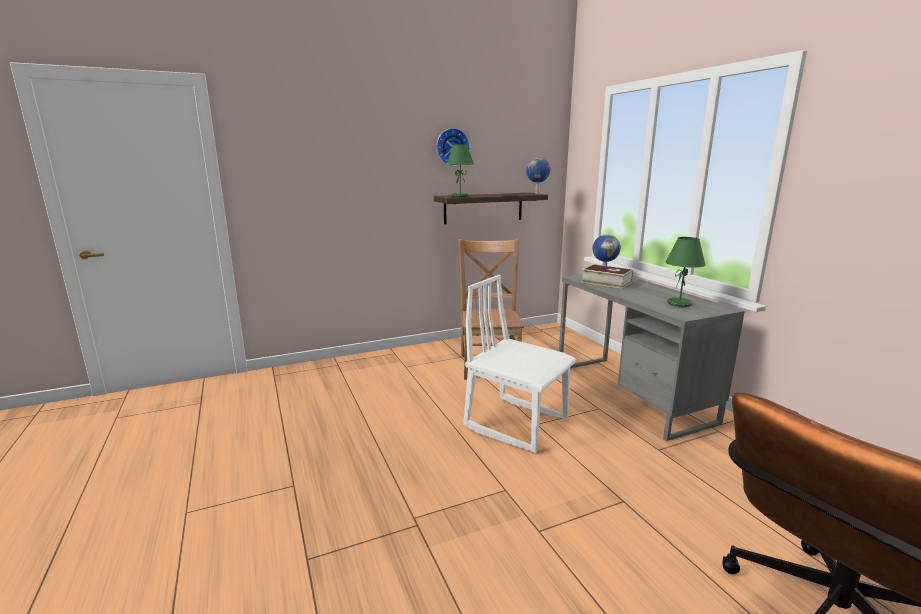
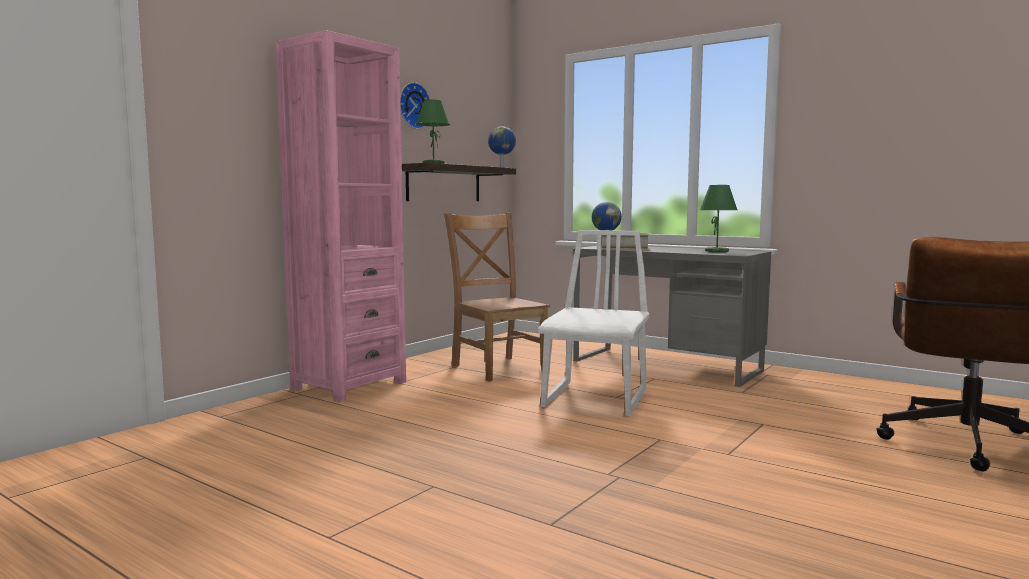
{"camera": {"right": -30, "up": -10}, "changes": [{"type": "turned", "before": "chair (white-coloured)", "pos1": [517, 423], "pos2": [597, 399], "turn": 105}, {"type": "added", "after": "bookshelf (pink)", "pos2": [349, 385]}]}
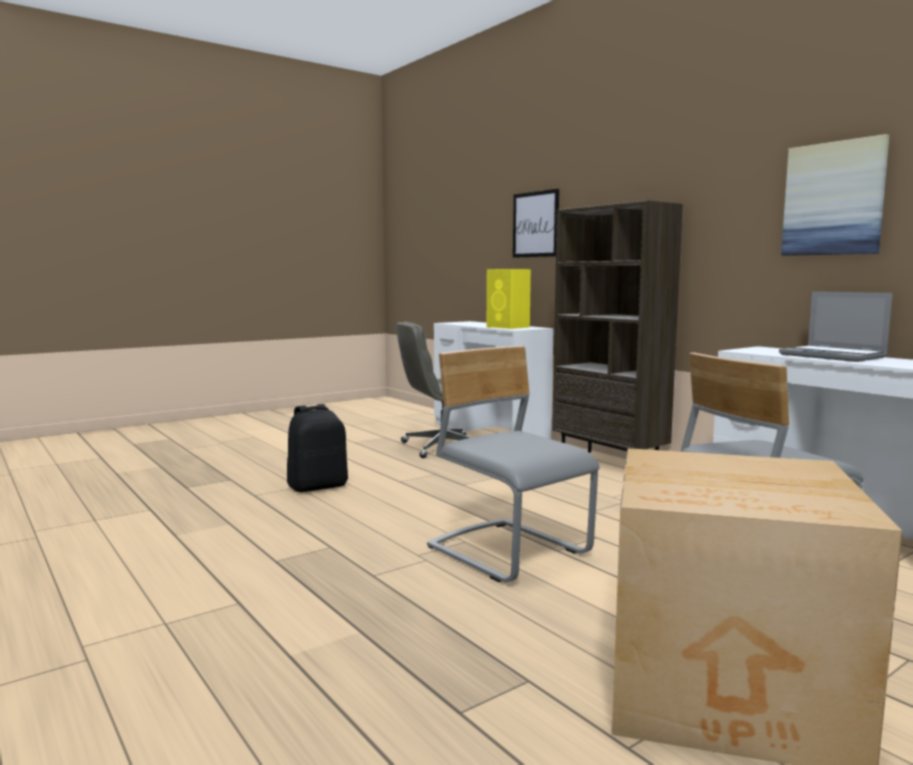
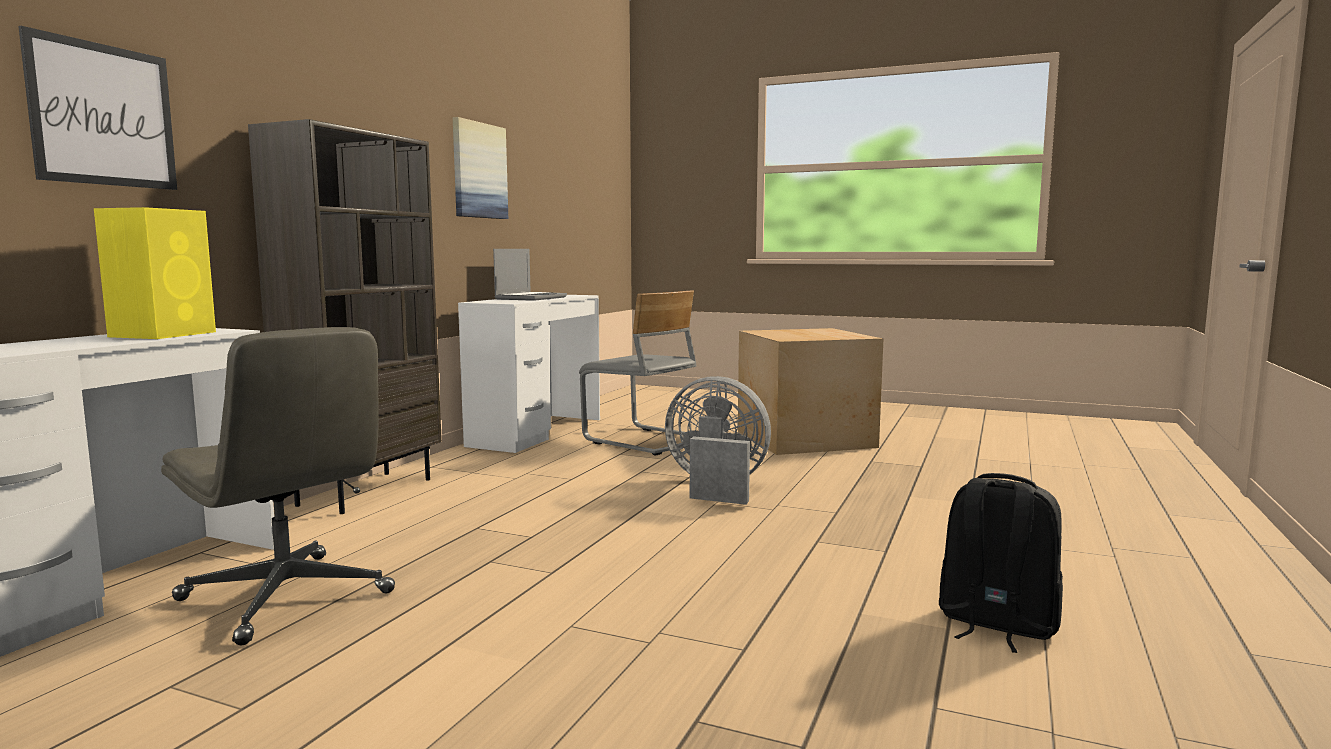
{"camera": {"right": -120, "up": 0}, "changes": [{"type": "replaced", "before": "chair (greyish)", "after": "cooling fan (greyish)", "pos1": [509, 552], "pos2": [716, 487]}, {"type": "moved", "before": "backpack (black)", "pos1": [318, 486], "pos2": [995, 624]}]}
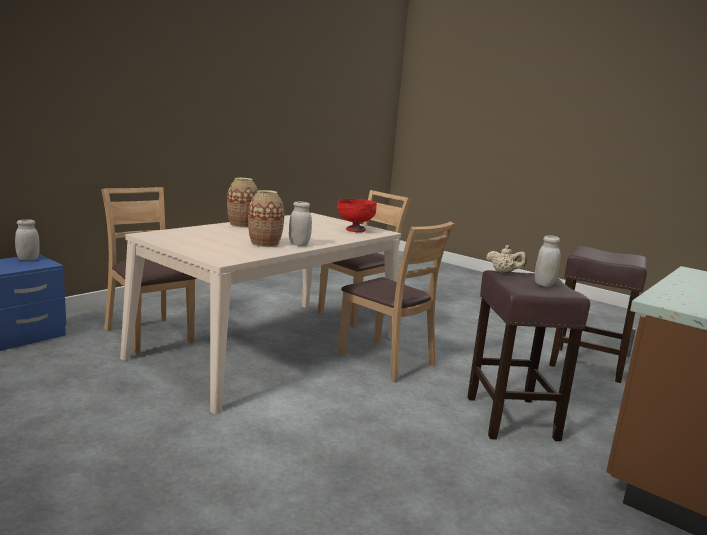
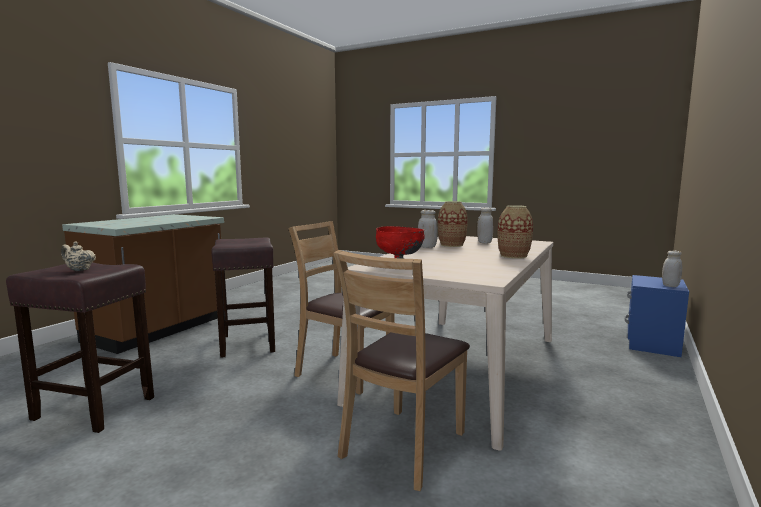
{"camera": {"right": 170, "up": -5}, "changes": [{"type": "removed", "before": "chair (brown-coloured)", "pos1": [149, 335]}, {"type": "moved", "before": "jar (white-coloured)", "pos1": [544, 284], "pos2": [484, 242]}, {"type": "moved", "before": "pot for tea (beige)", "pos1": [504, 272], "pos2": [78, 270]}]}
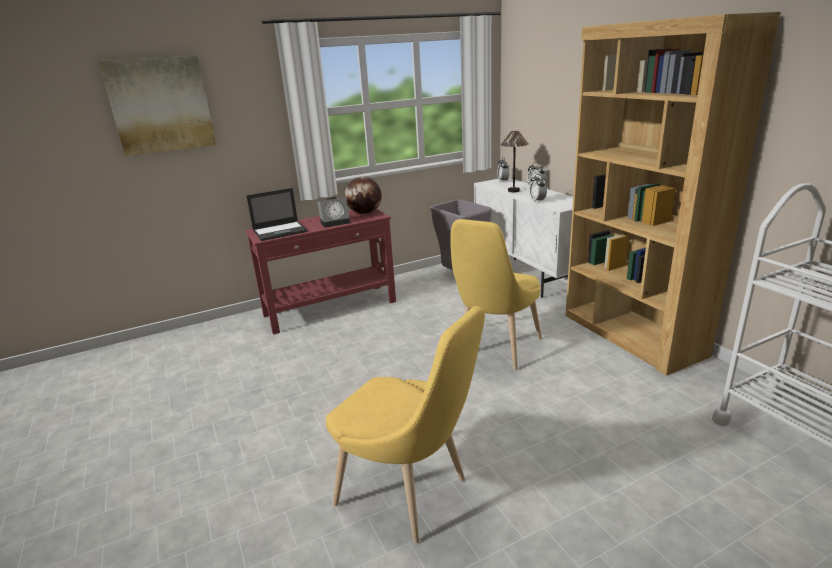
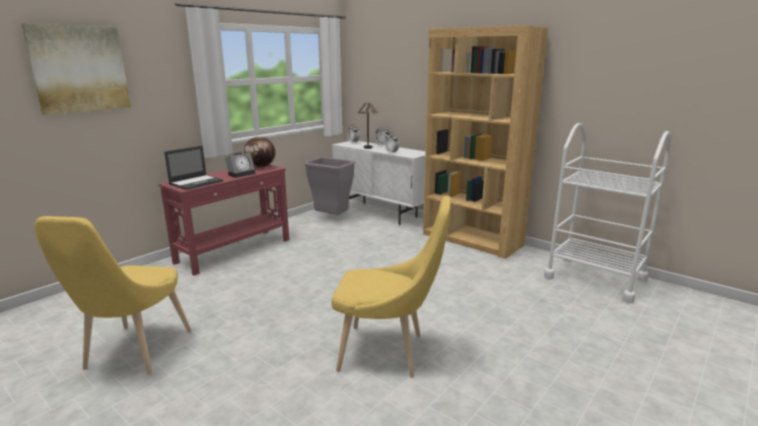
{"camera": {"right": -25, "up": -5}, "changes": [{"type": "moved", "before": "chair (yellow)", "pos1": [495, 350], "pos2": [134, 354]}]}
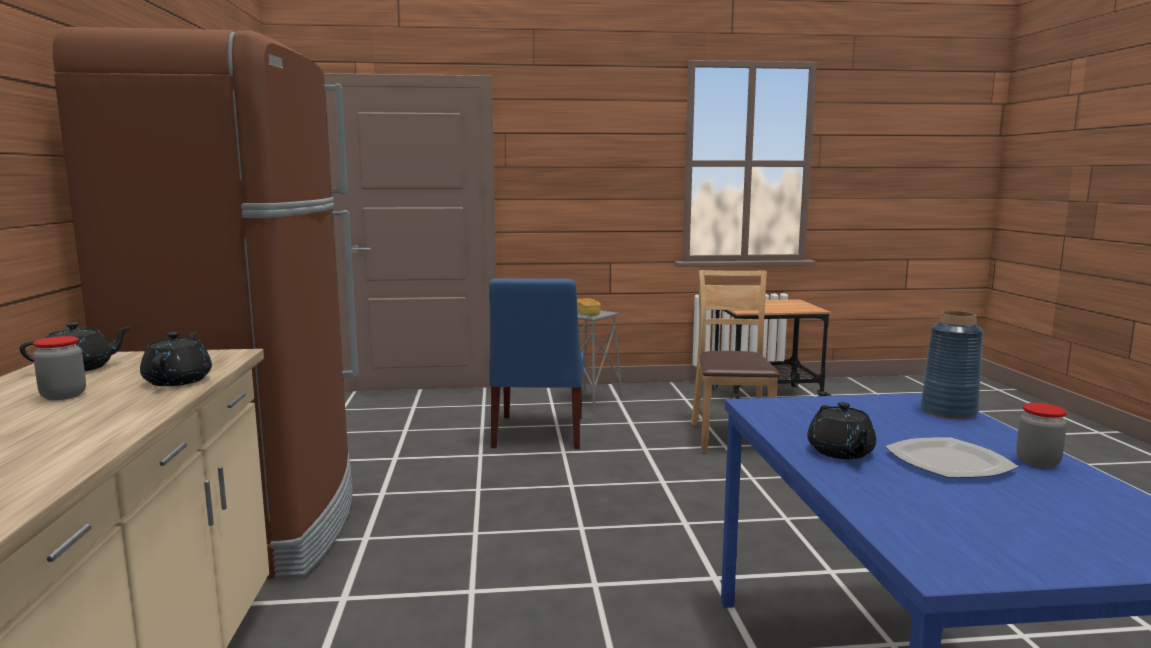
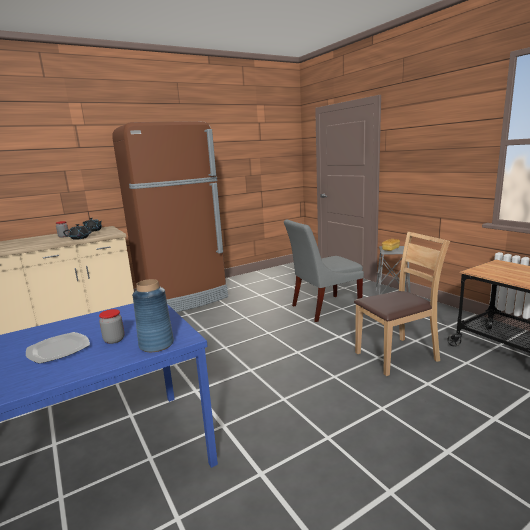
{"camera": {"right": 65, "up": 5}, "changes": [{"type": "recoloured", "before": "chair (bluish)", "after": "chair (greyish)", "pos1": [537, 434], "pos2": [323, 308]}, {"type": "removed", "before": "pot for tea (black)", "pos1": [840, 452]}, {"type": "moved", "before": "jar", "pos1": [1037, 462], "pos2": [114, 340]}]}
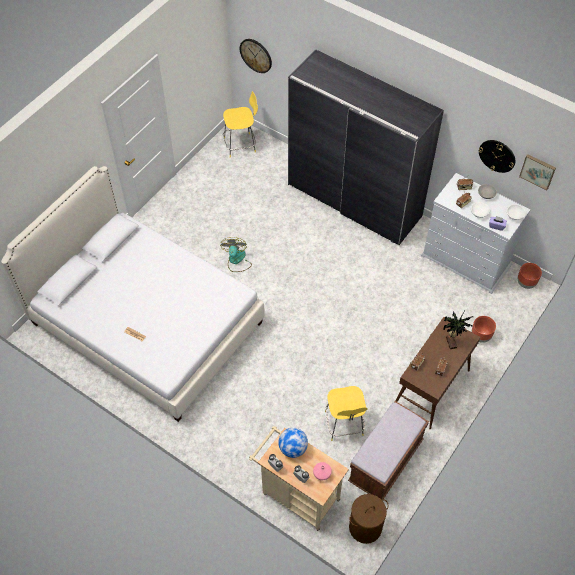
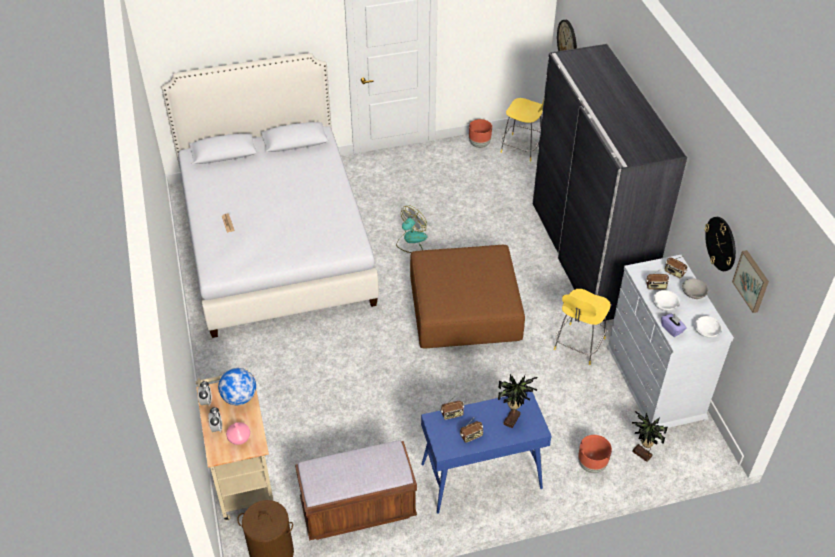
{"camera": {"right": 40, "up": -10}, "changes": [{"type": "moved", "before": "planter (brown-coloured)", "pos1": [526, 283], "pos2": [479, 144]}, {"type": "recoloured", "before": "hall table (brown-coloured)", "after": "hall table (bluish)", "pos1": [431, 389], "pos2": [480, 477]}, {"type": "moved", "before": "chair (yellow)", "pos1": [344, 425], "pos2": [578, 345]}, {"type": "added", "after": "footrest (brown-coloured)", "pos2": [464, 310]}, {"type": "added", "after": "plant in a pot", "pos2": [641, 455]}]}
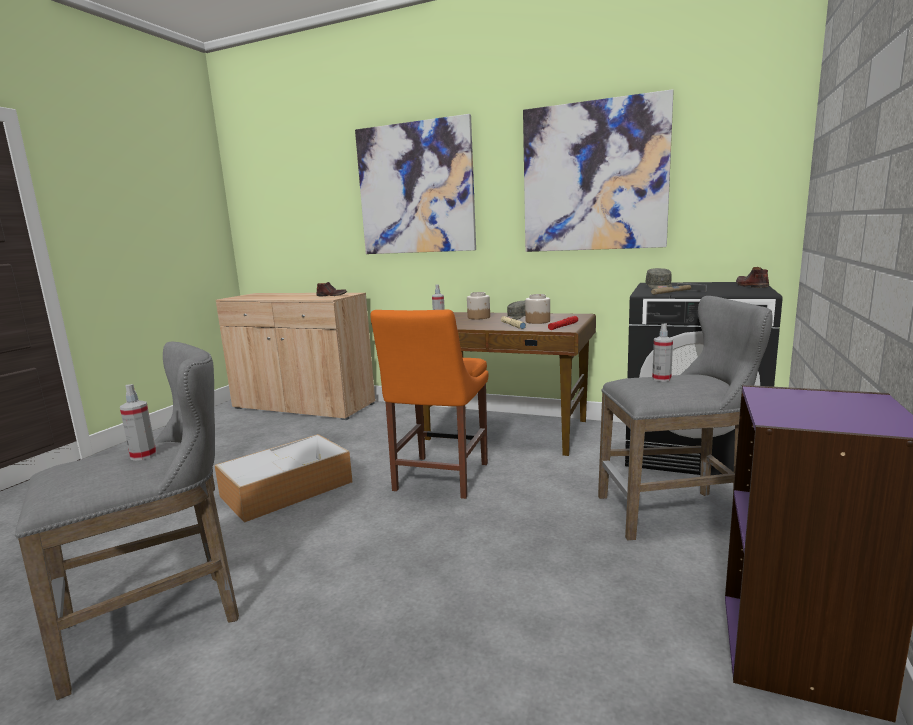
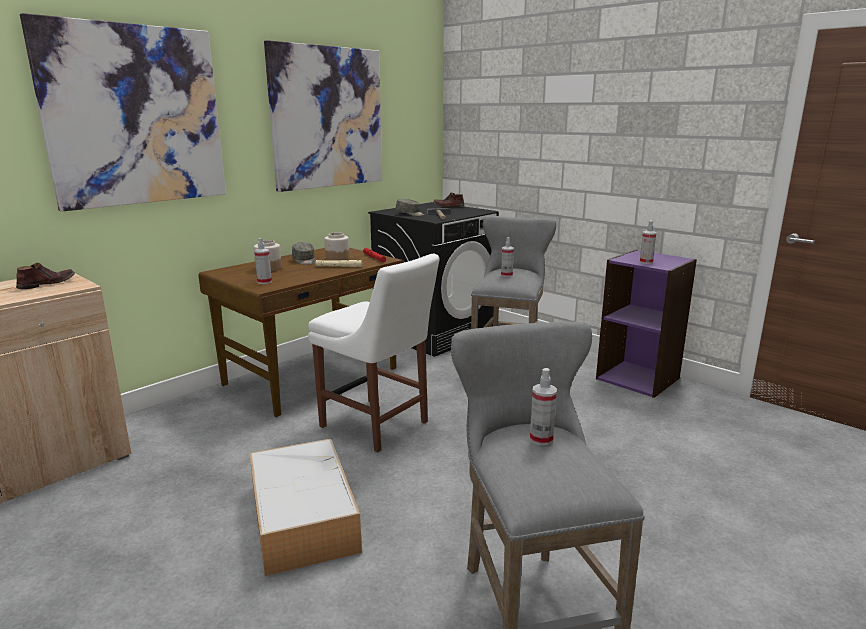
{"camera": {"right": -70, "up": 5}, "changes": [{"type": "recoloured", "before": "chair (orangey)", "after": "chair (white-coloured)", "pos1": [439, 479], "pos2": [377, 426]}, {"type": "added", "after": "hand sprayer", "pos2": [646, 262]}]}
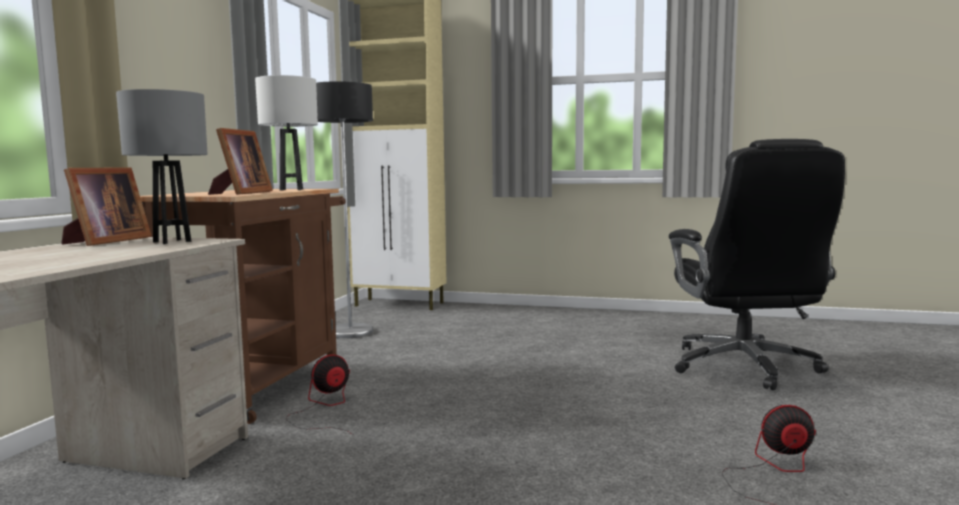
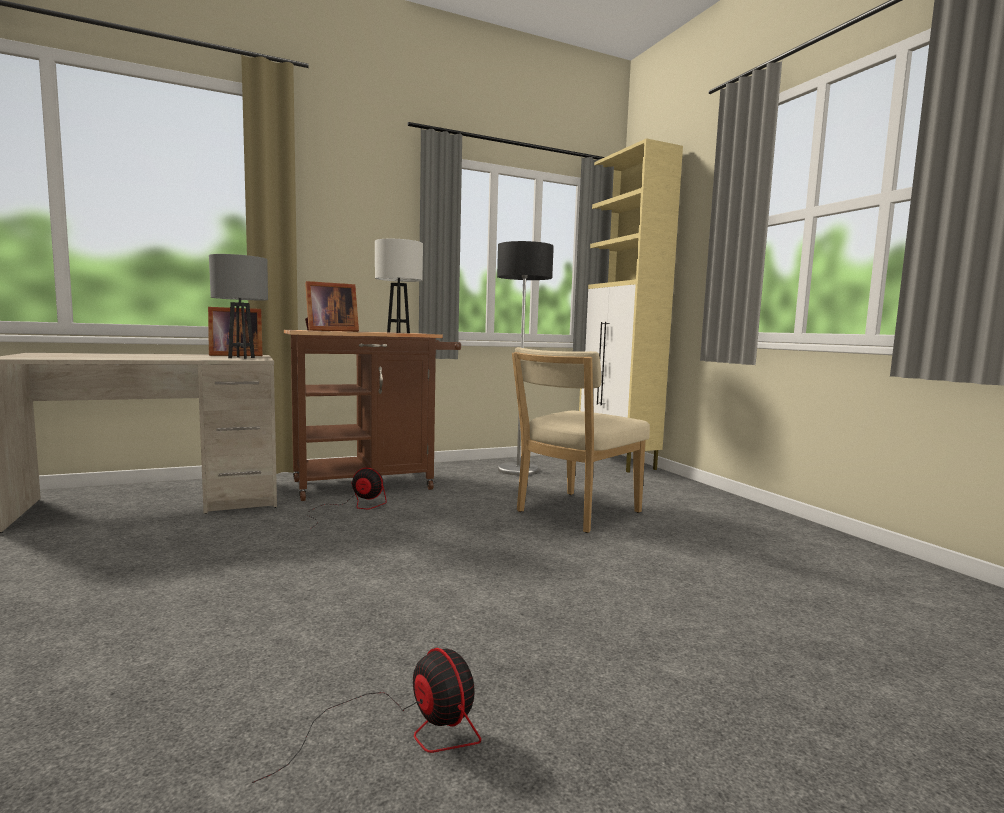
{"camera": {"right": 50, "up": 0}, "changes": [{"type": "removed", "before": "office chair (black)", "pos1": [744, 367]}, {"type": "added", "after": "chair (beige)", "pos2": [574, 513]}]}
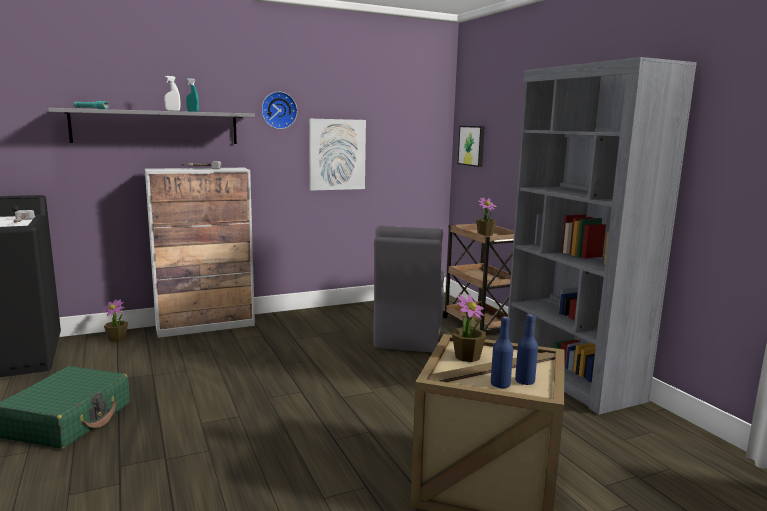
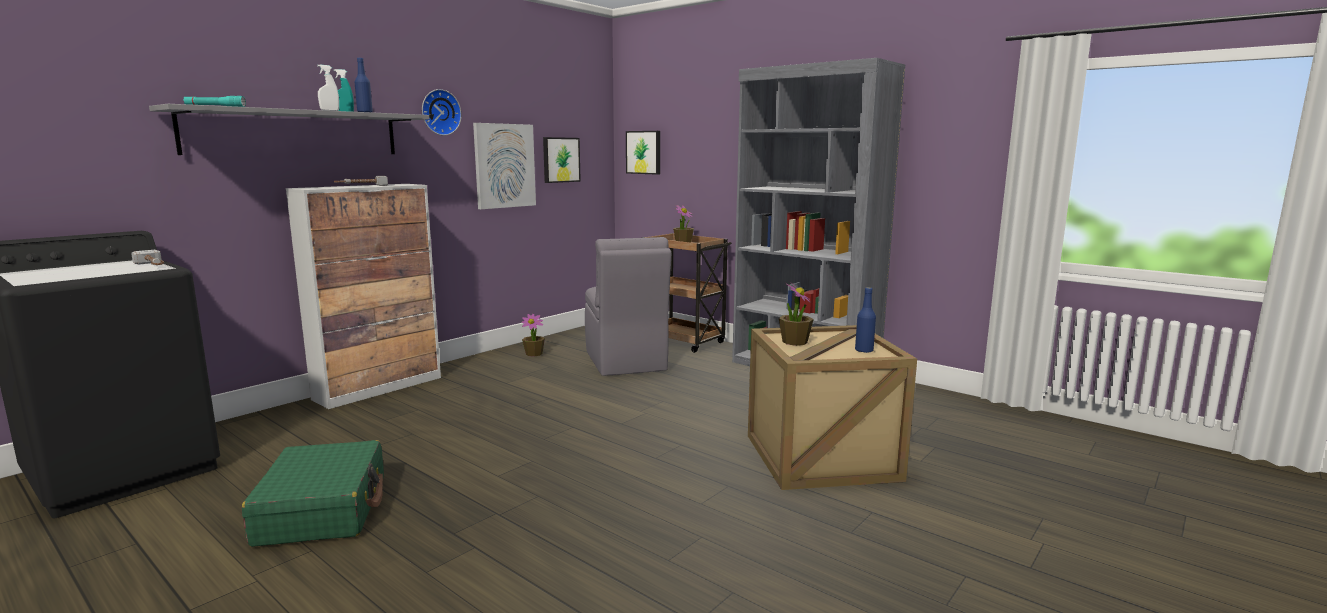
{"camera": {"right": -25, "up": 0}, "changes": [{"type": "moved", "before": "plant in a pot", "pos1": [117, 339], "pos2": [534, 354]}, {"type": "moved", "before": "beverage bottle (bluish)", "pos1": [500, 385], "pos2": [365, 112]}, {"type": "added", "after": "picture", "pos2": [560, 160]}]}
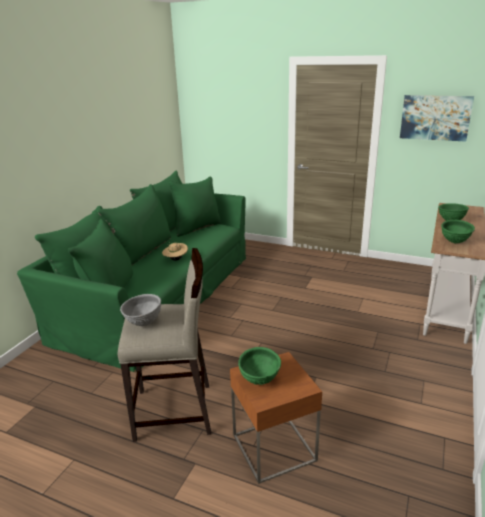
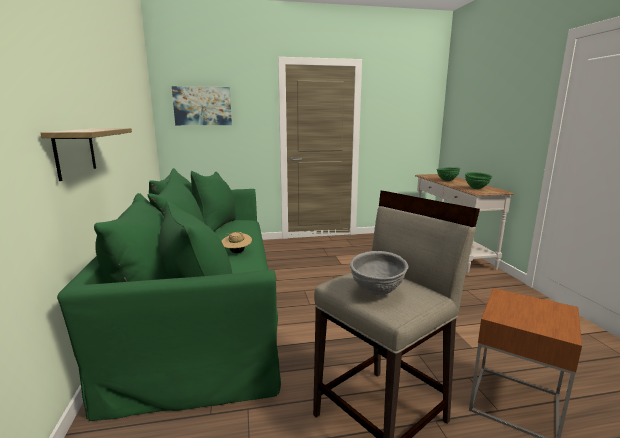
{"camera": {"right": -35, "up": -10}, "changes": [{"type": "moved", "before": "picture", "pos1": [435, 117], "pos2": [202, 106]}, {"type": "removed", "before": "bowl (greenish)", "pos1": [259, 380]}, {"type": "added", "after": "wall shelf", "pos2": [75, 152]}]}
